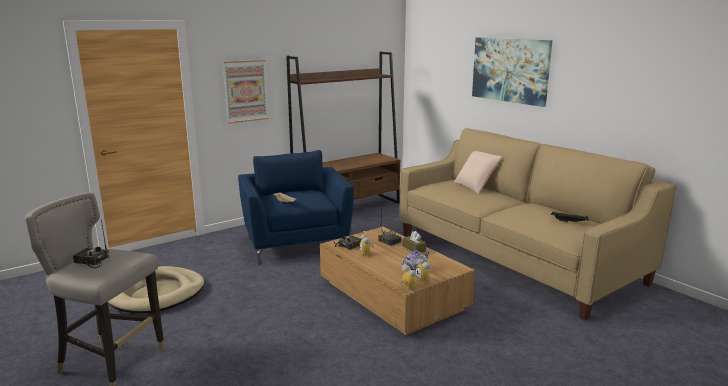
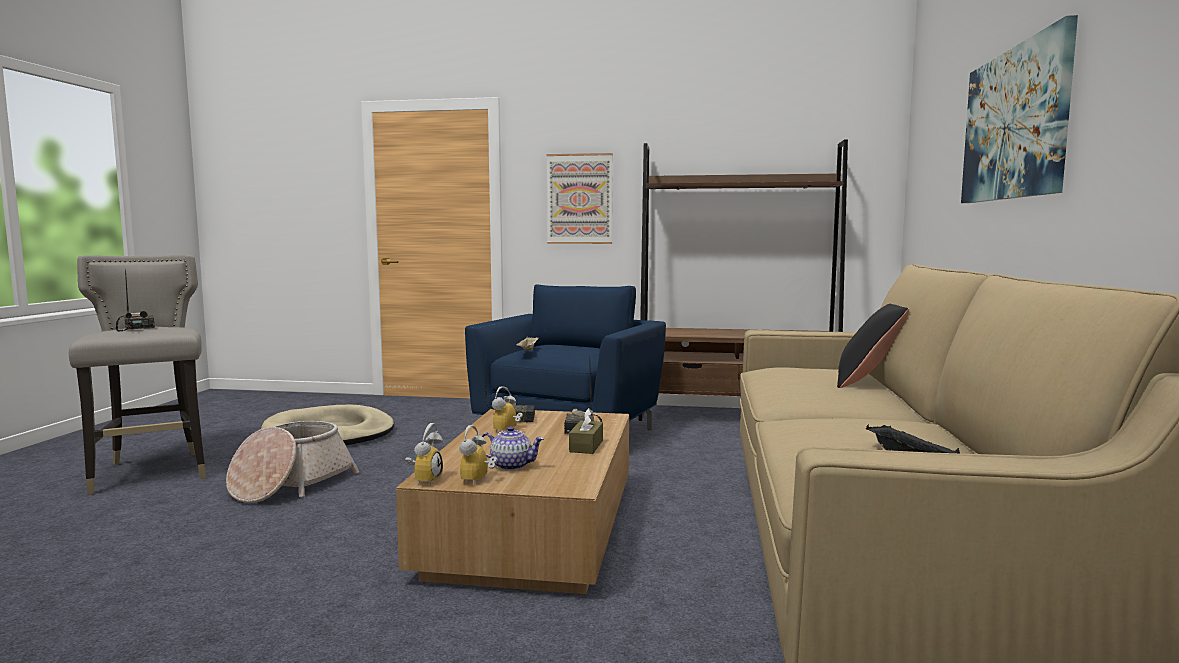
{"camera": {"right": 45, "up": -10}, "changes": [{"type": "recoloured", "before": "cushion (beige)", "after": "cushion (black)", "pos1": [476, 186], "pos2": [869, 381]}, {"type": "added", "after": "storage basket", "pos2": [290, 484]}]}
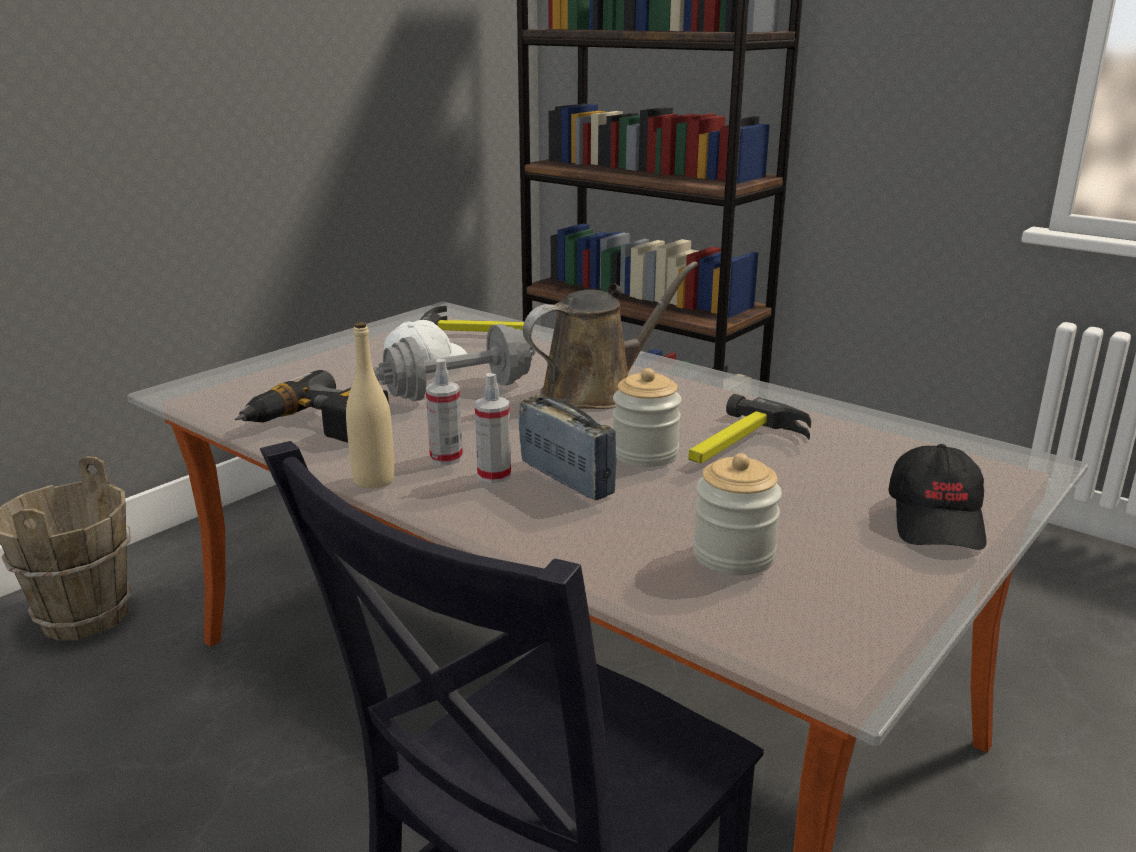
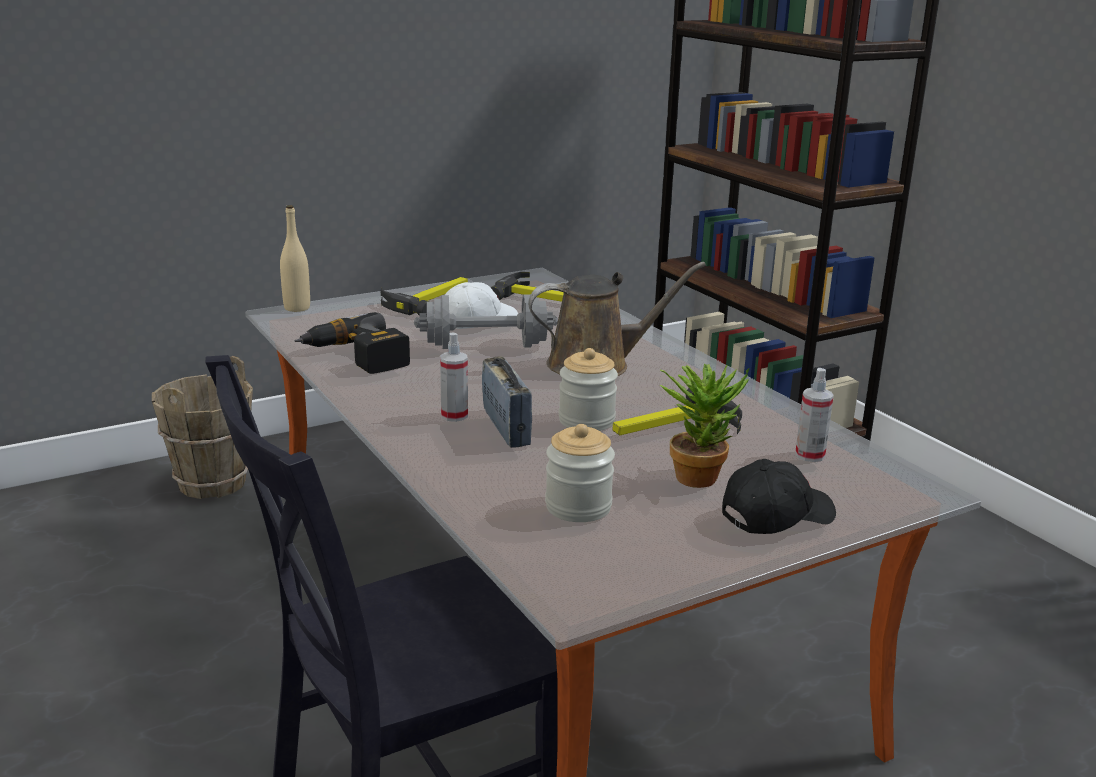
{"camera": {"right": 20, "up": 0}, "changes": [{"type": "moved", "before": "beverage bottle (beige)", "pos1": [374, 480], "pos2": [297, 308]}, {"type": "moved", "before": "hand sprayer", "pos1": [446, 458], "pos2": [810, 455]}, {"type": "turned", "before": "cap (black)", "pos1": [937, 520], "pos2": [776, 516], "turn": -150}, {"type": "added", "after": "hand hammer", "pos2": [429, 299]}, {"type": "added", "after": "plant in a pot", "pos2": [700, 474]}]}
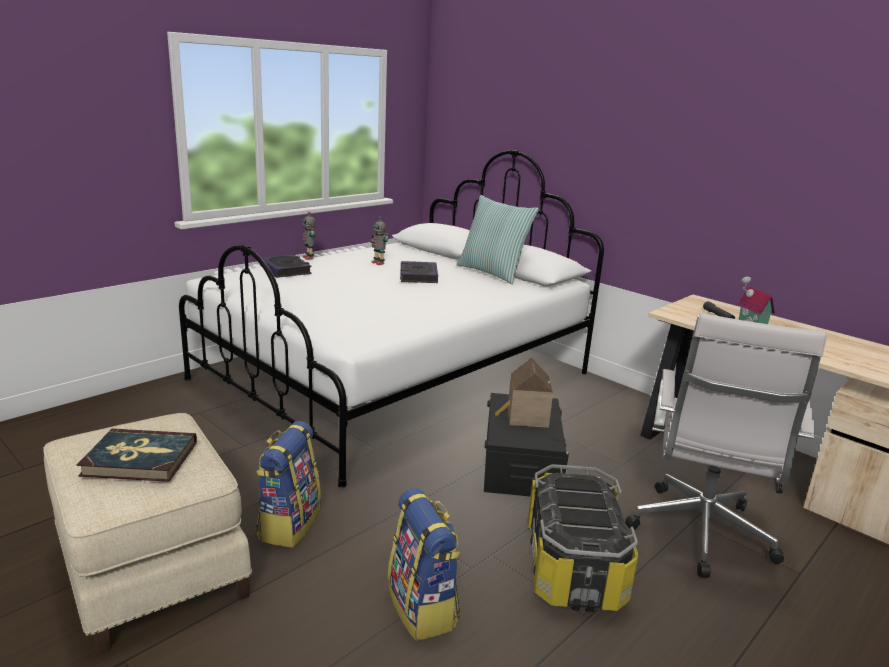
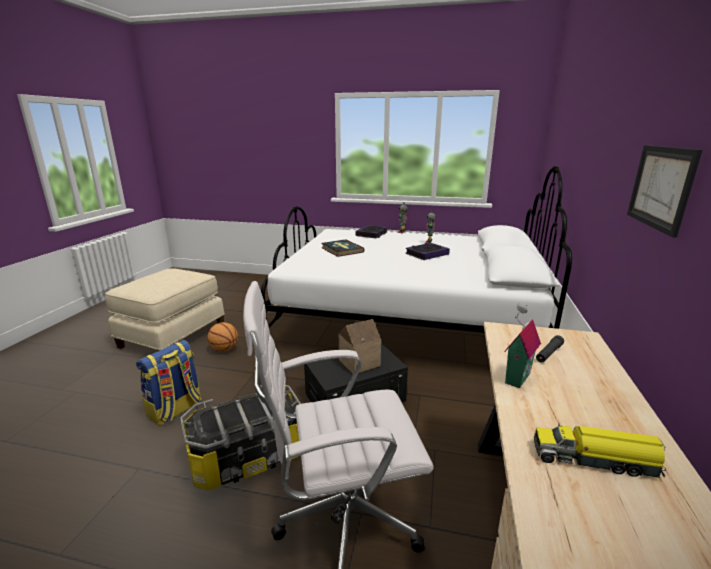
{"camera": {"right": 60, "up": 0}, "changes": [{"type": "removed", "before": "cushion", "pos1": [492, 273]}, {"type": "replaced", "before": "backpack", "after": "ball for basketball", "pos1": [288, 523], "pos2": [224, 349]}, {"type": "moved", "before": "volume", "pos1": [140, 459], "pos2": [342, 250]}, {"type": "added", "after": "picture", "pos2": [661, 187]}, {"type": "added", "after": "toy truck", "pos2": [595, 460]}]}
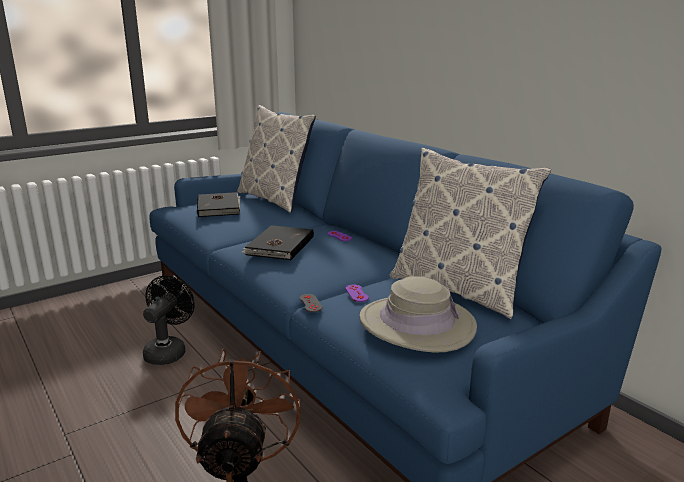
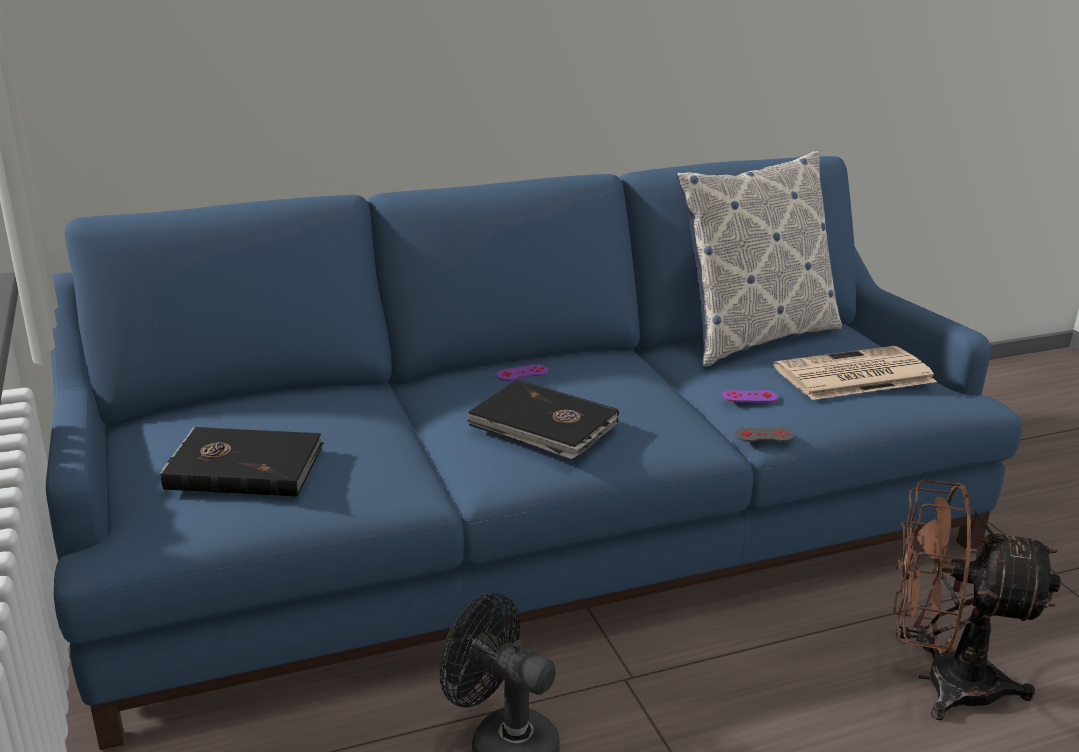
{"camera": {"right": -75, "up": 5}, "changes": [{"type": "removed", "before": "cushion", "pos1": [275, 199]}, {"type": "replaced", "before": "wearable hat (beige)", "after": "daily paper", "pos1": [417, 324], "pos2": [852, 375]}]}
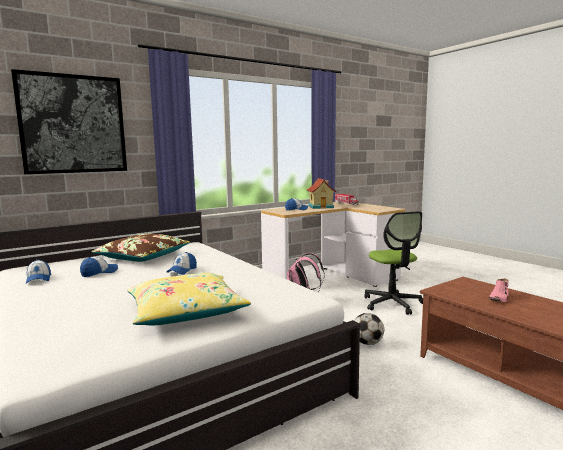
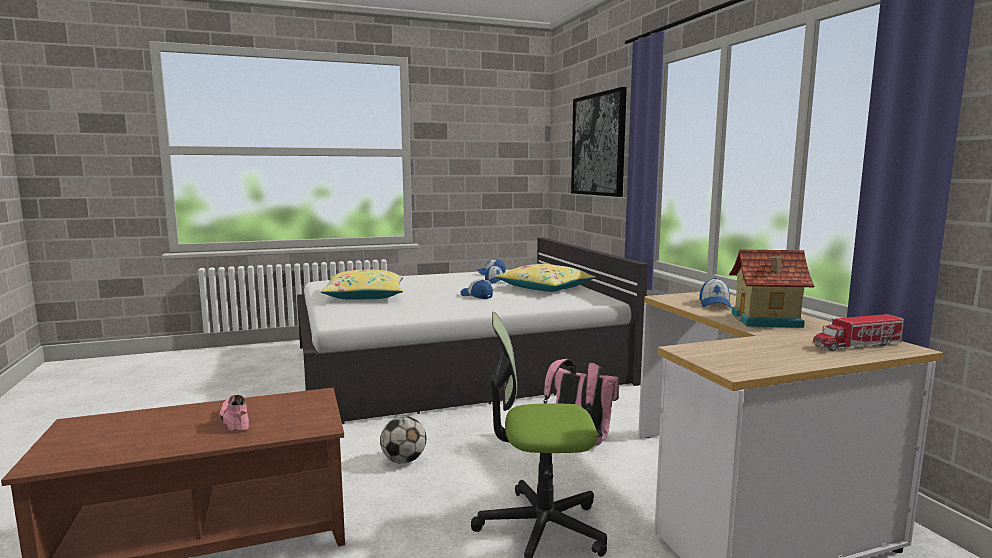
{"camera": {"right": 105, "up": 0}, "changes": [{"type": "recoloured", "before": "cushion (brown-coloured)", "after": "cushion (yellow)", "pos1": [143, 257], "pos2": [545, 288]}]}
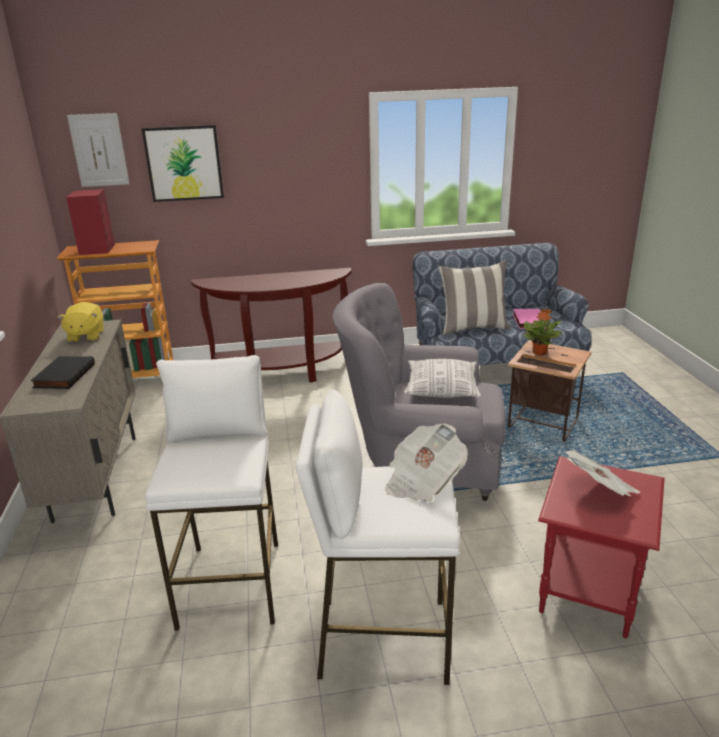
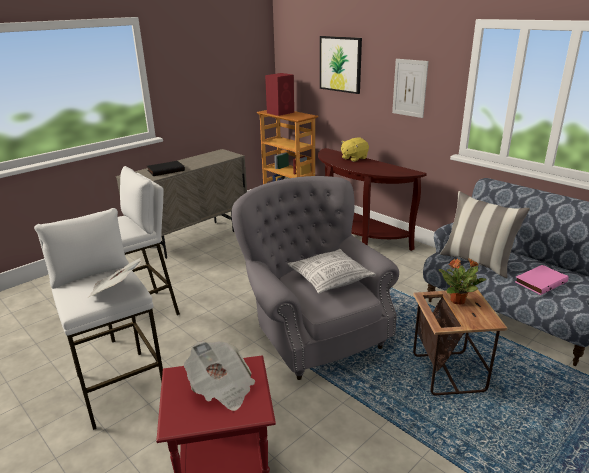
{"camera": {"right": 55, "up": 0}, "changes": [{"type": "moved", "before": "picture", "pos1": [99, 150], "pos2": [409, 88]}, {"type": "moved", "before": "cuddly toy (yellow)", "pos1": [86, 336], "pos2": [354, 158]}]}
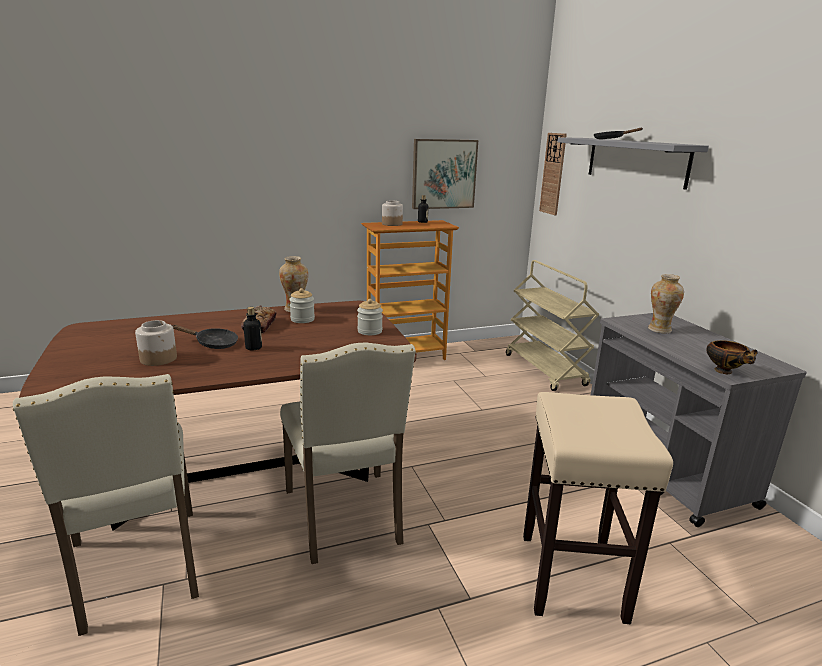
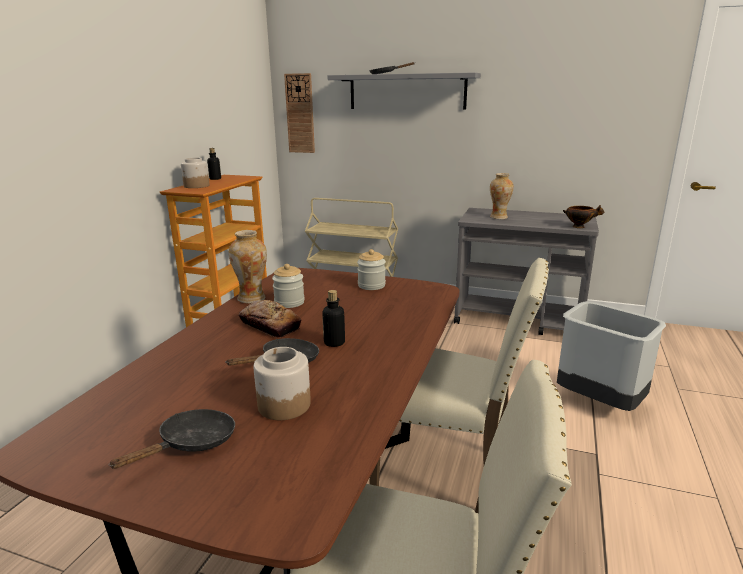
{"camera": {"right": -50, "up": 0}, "changes": [{"type": "removed", "before": "picture", "pos1": [444, 174]}, {"type": "replaced", "before": "sitting stool (beige)", "after": "rubbish bin (greyish)", "pos1": [573, 577], "pos2": [600, 402]}, {"type": "added", "after": "skillet (black)", "pos2": [192, 444]}]}
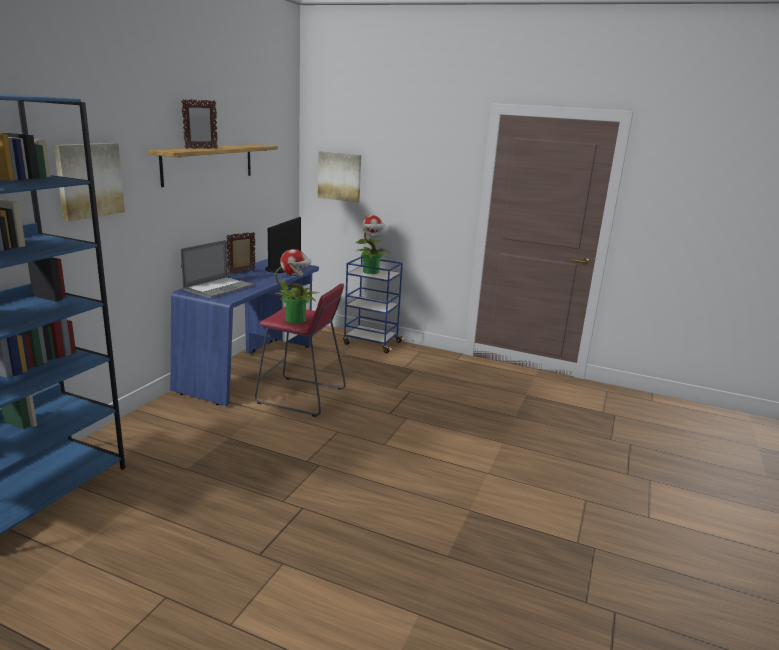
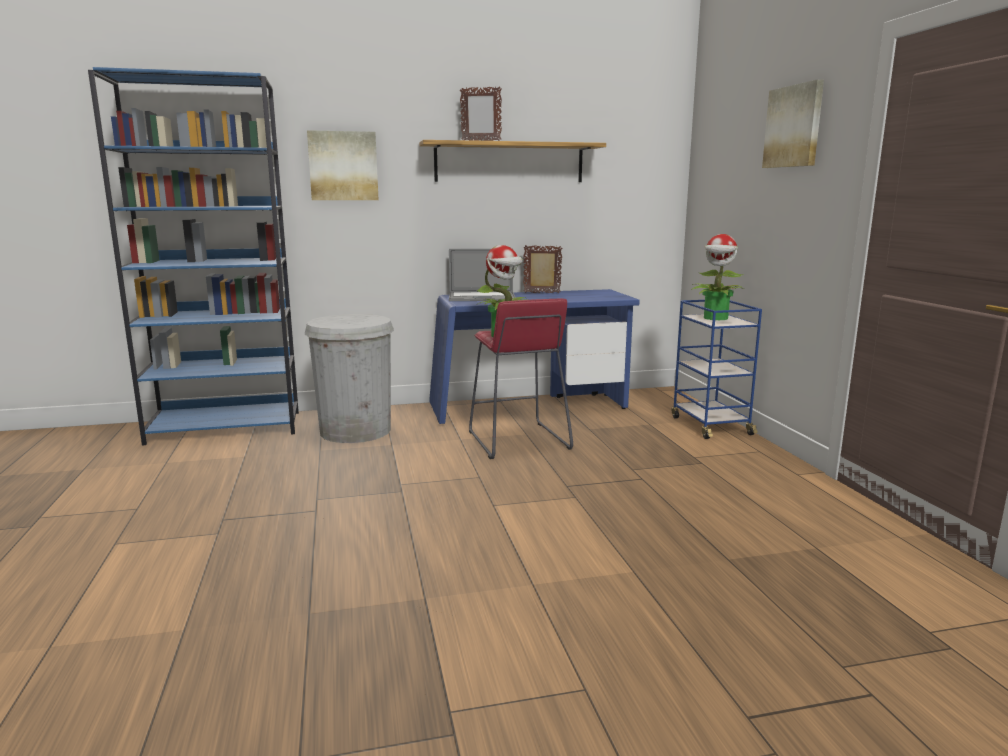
{"camera": {"right": 55, "up": -5}, "changes": [{"type": "moved", "before": "picture", "pos1": [340, 176], "pos2": [794, 126]}, {"type": "removed", "before": "computer screen", "pos1": [280, 270]}, {"type": "added", "after": "rubbish bin (white-coloured)", "pos2": [355, 431]}]}
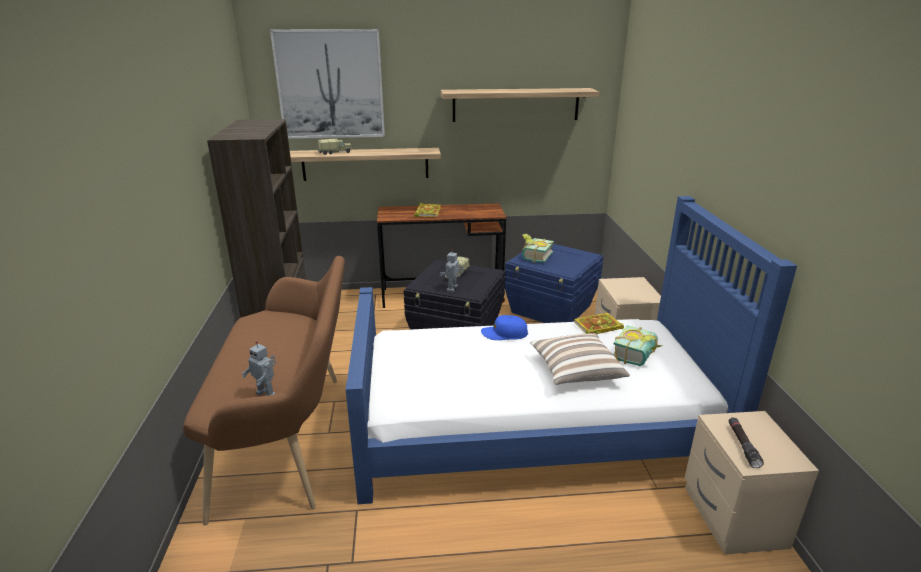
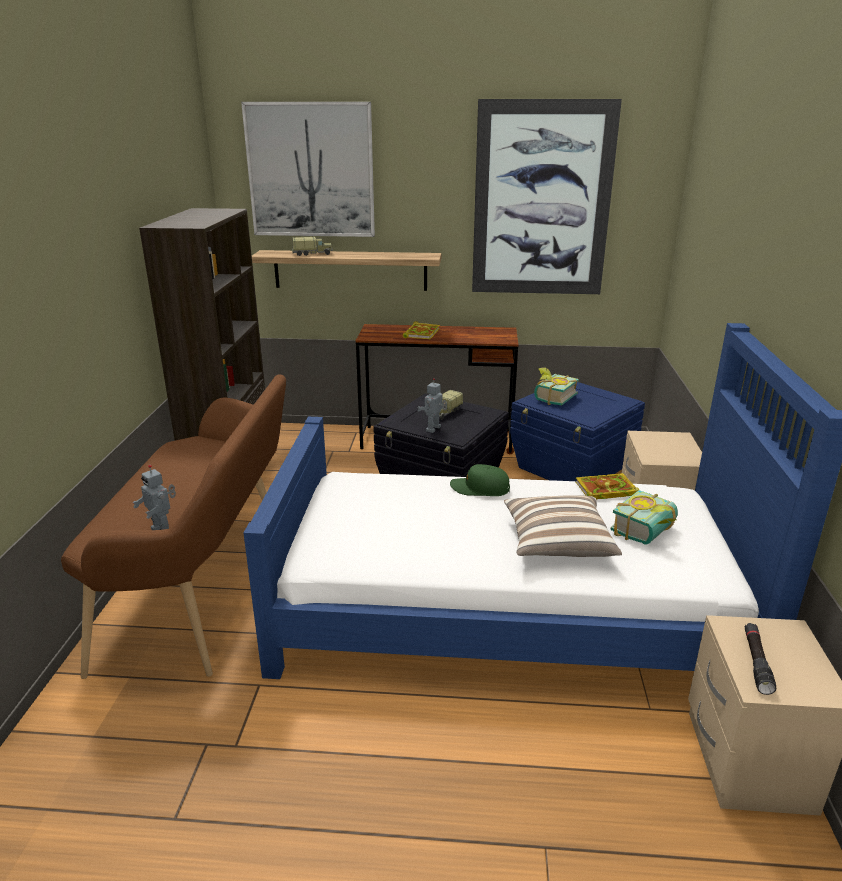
{"camera": {"right": 10, "up": 0}, "changes": [{"type": "replaced", "before": "wall shelf", "after": "picture", "pos1": [516, 105], "pos2": [542, 201]}, {"type": "recoloured", "before": "cap (bluish)", "after": "cap (greenish)", "pos1": [504, 334], "pos2": [480, 488]}]}
